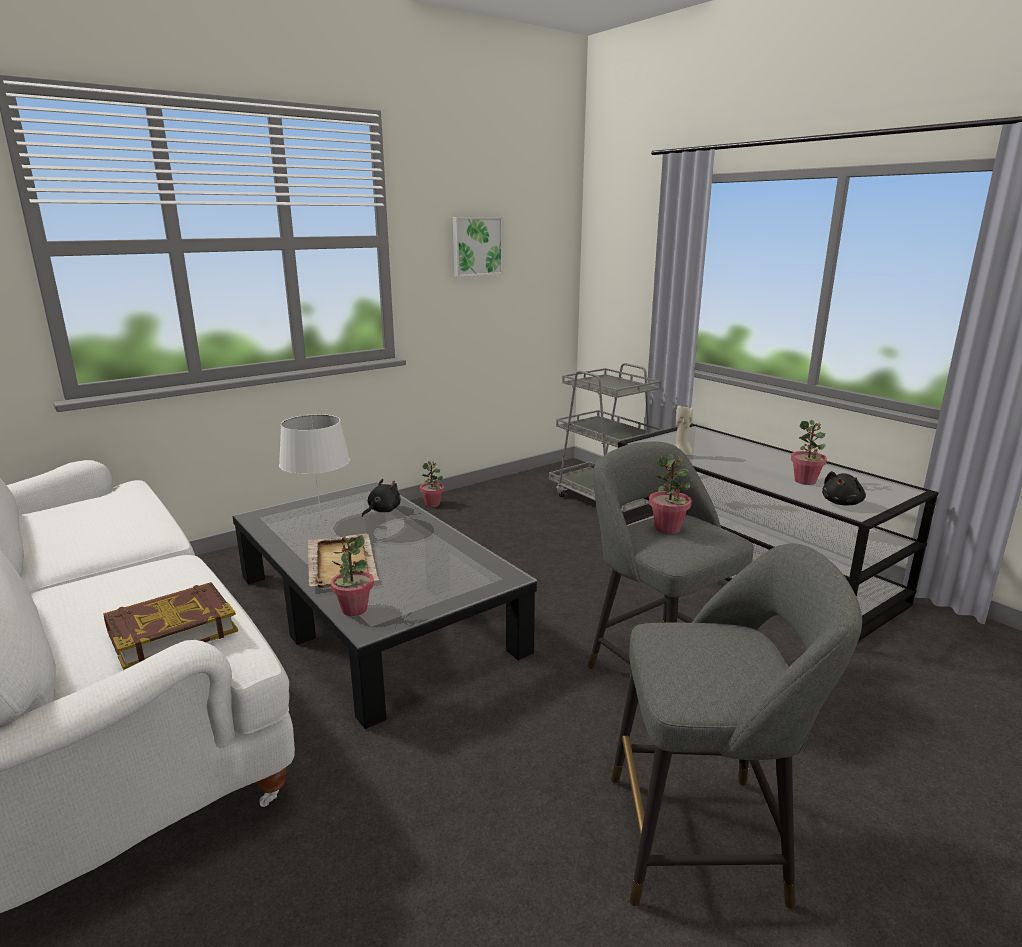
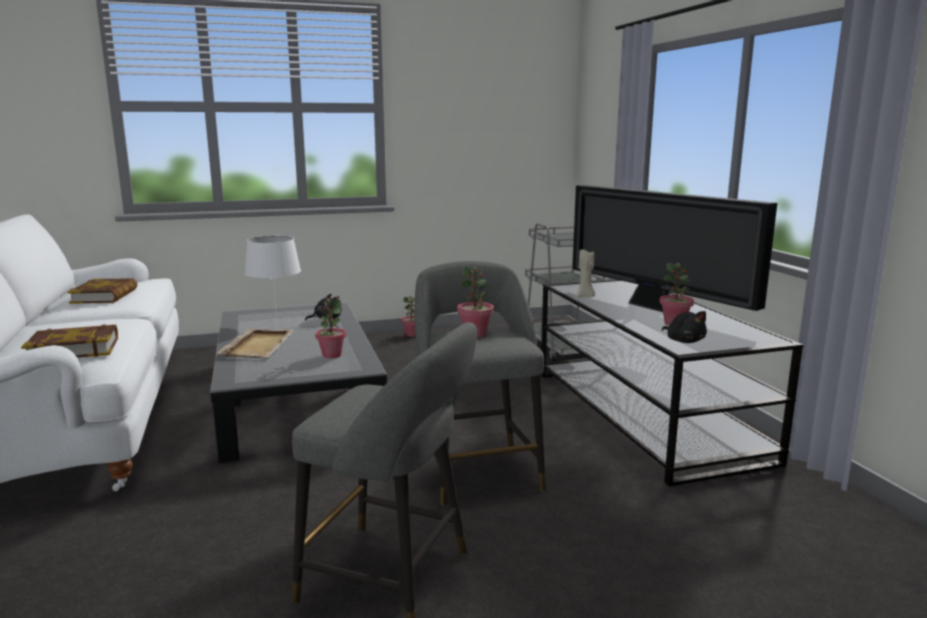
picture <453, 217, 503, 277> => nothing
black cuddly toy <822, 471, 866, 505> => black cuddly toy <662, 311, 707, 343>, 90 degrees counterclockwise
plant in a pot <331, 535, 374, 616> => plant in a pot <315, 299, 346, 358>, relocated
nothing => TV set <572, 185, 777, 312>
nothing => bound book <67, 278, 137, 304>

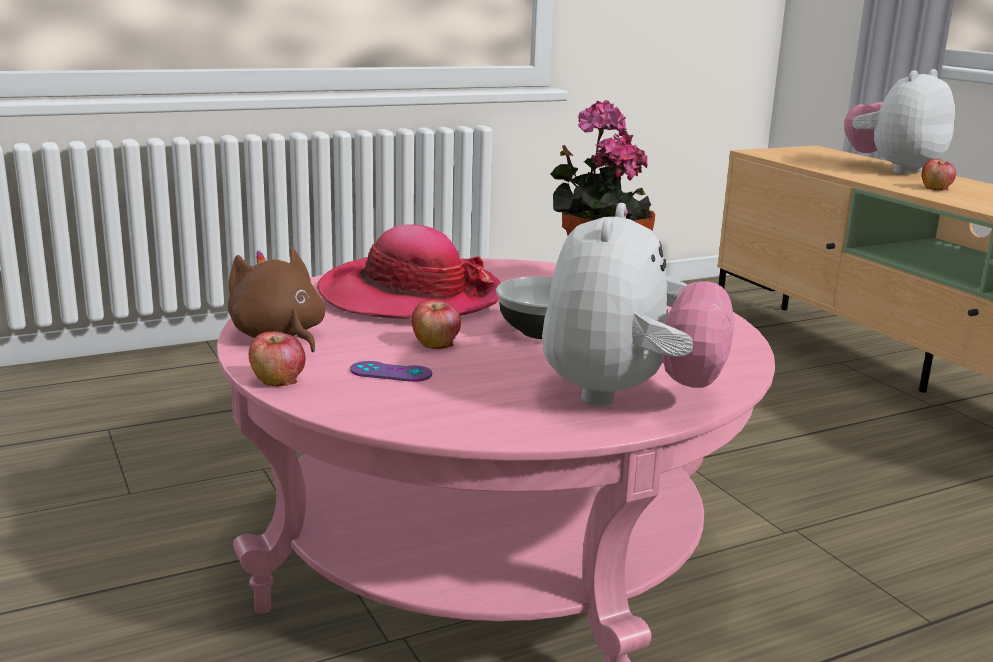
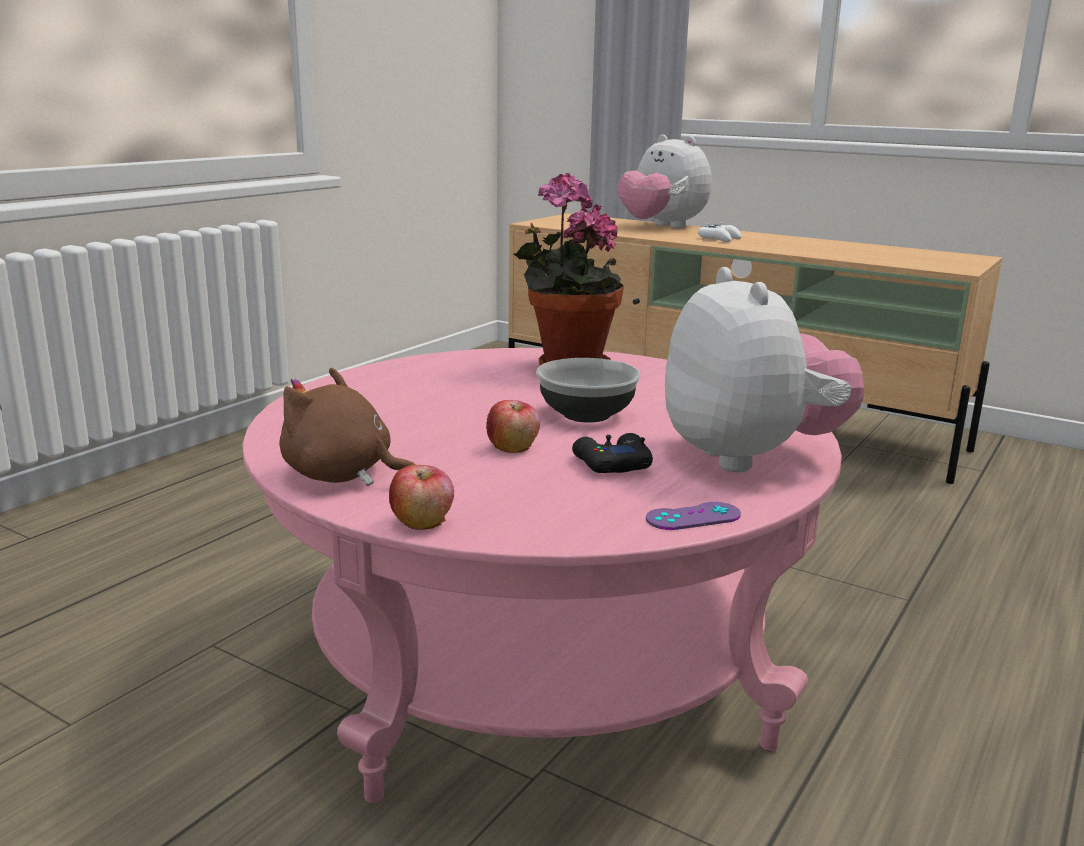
cuddly toy <844, 69, 955, 174> => cuddly toy <618, 134, 712, 228>, 60 degrees counterclockwise
apple fruit <922, 159, 956, 190> => white-coloured game controller <698, 222, 742, 242>
hat <317, 225, 501, 319> => nothing
purple-coloured game controller <350, 361, 432, 382> => purple-coloured game controller <646, 502, 741, 530>, relocated
nothing => black game controller <572, 433, 653, 473>

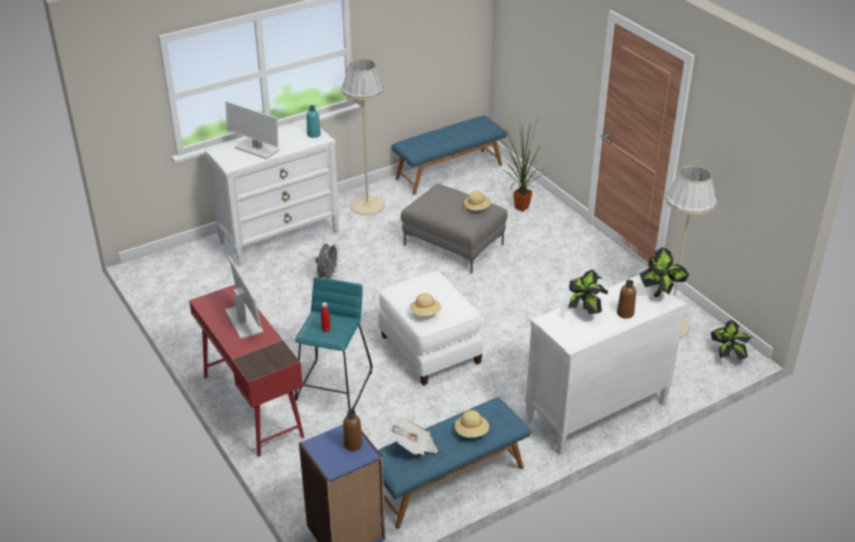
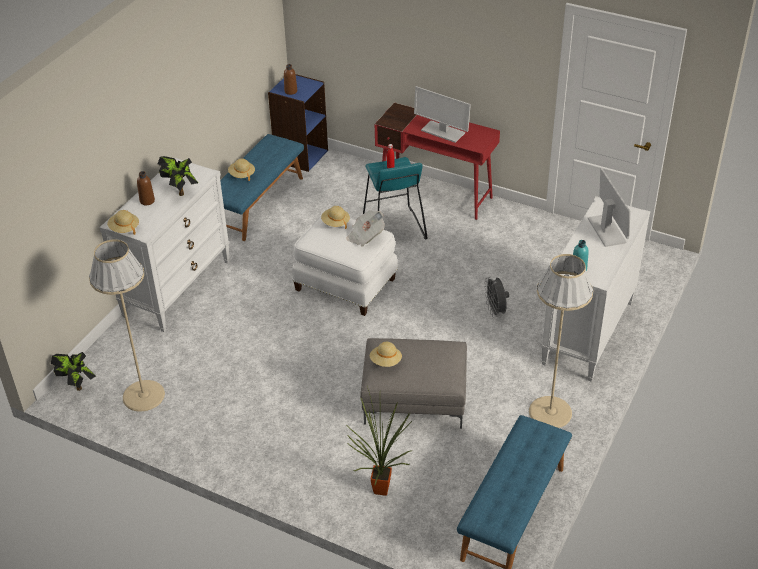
computer display <225, 101, 279, 159> => computer display <588, 168, 631, 247>, 75 degrees clockwise
plant in a pot <640, 247, 689, 297> => sand-coloured hat <107, 210, 139, 235>
newspaper <390, 419, 438, 455> => newspaper <346, 210, 385, 246>, relocated

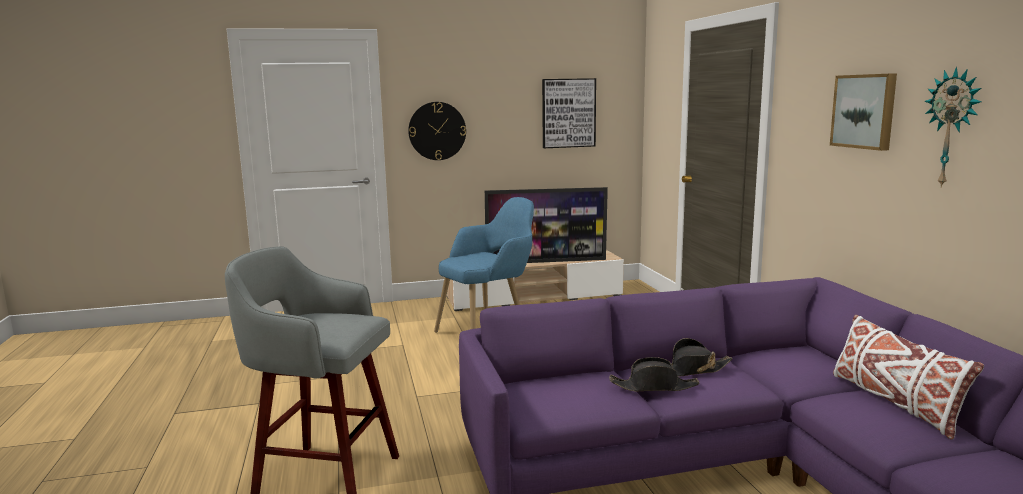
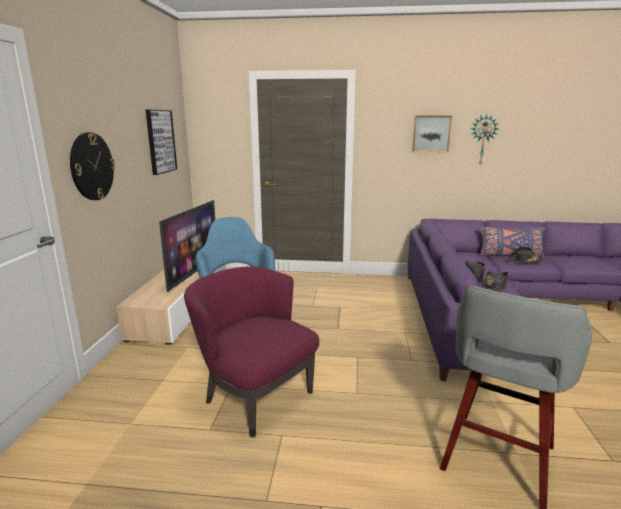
white-coloured pillow <833, 315, 984, 440> => blue pillow <480, 226, 545, 258>
nothing => black hat <503, 246, 548, 263>
nothing => purple-coloured armchair <184, 266, 319, 437>

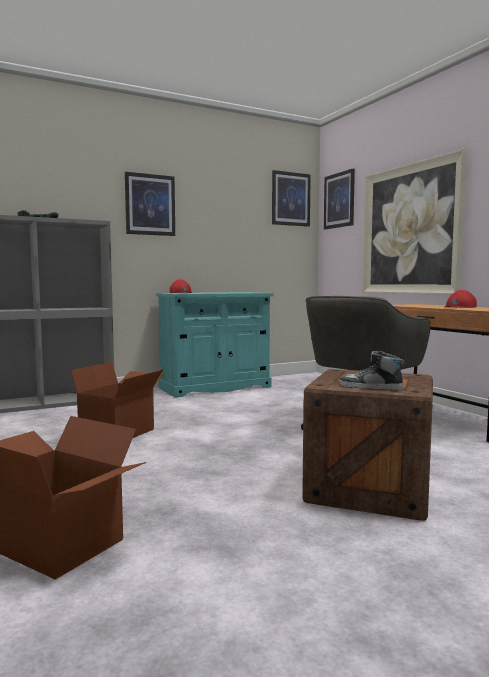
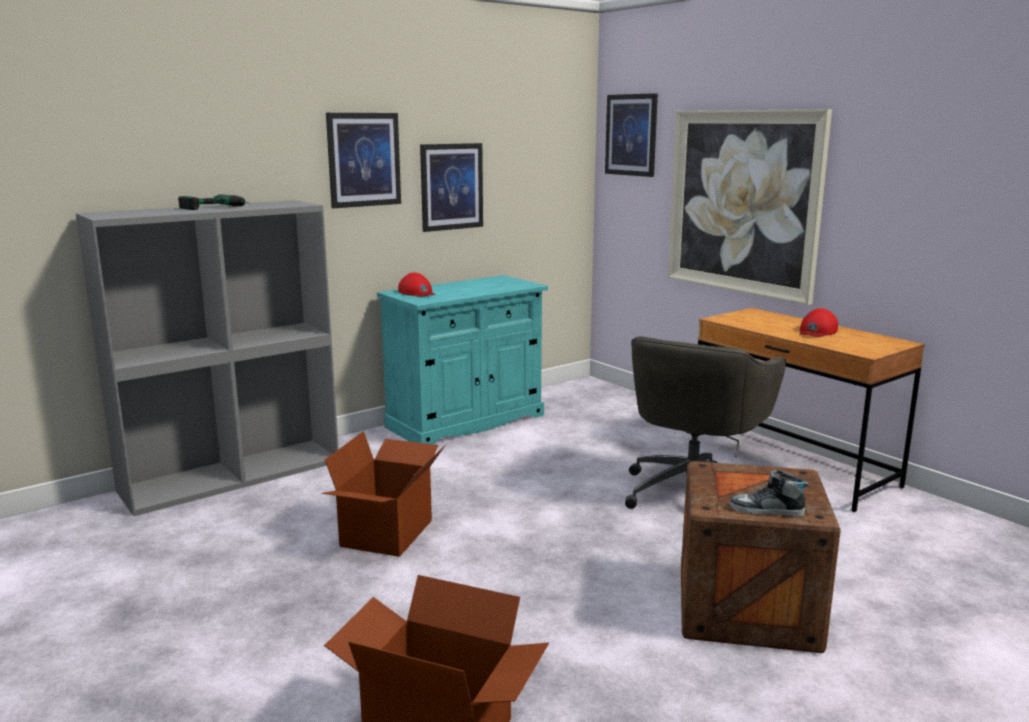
picture <272, 170, 311, 227> => picture <420, 143, 483, 232>, relocated

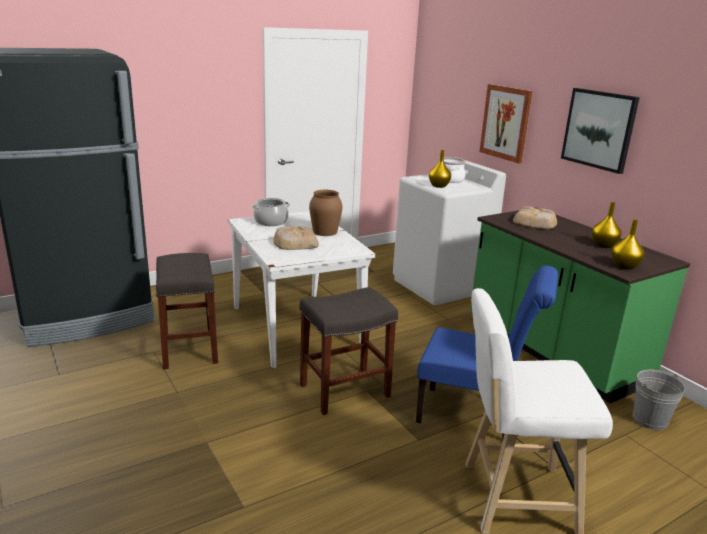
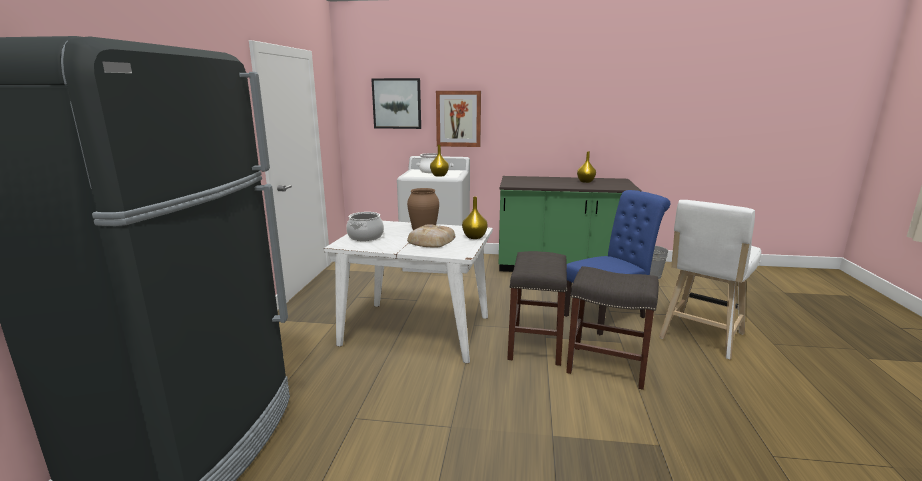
picture <561, 88, 640, 174> => picture <371, 78, 421, 129>, relocated
bakery bread <513, 206, 557, 229> => nothing
yellow decorative vase <611, 220, 644, 269> => yellow decorative vase <462, 197, 488, 239>, relocated
greyish stool <156, 253, 218, 369> => greyish stool <566, 266, 659, 390>, relocated

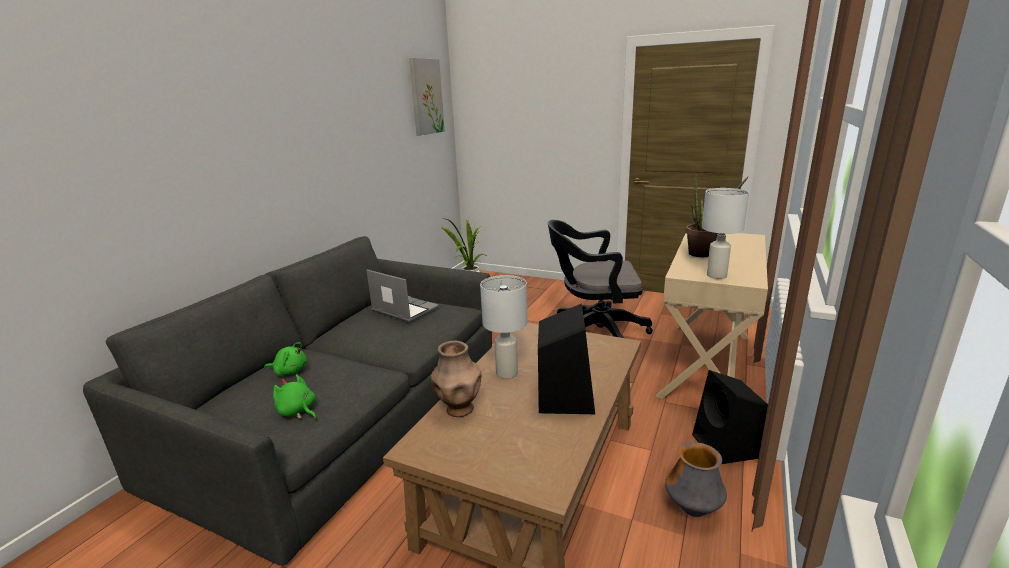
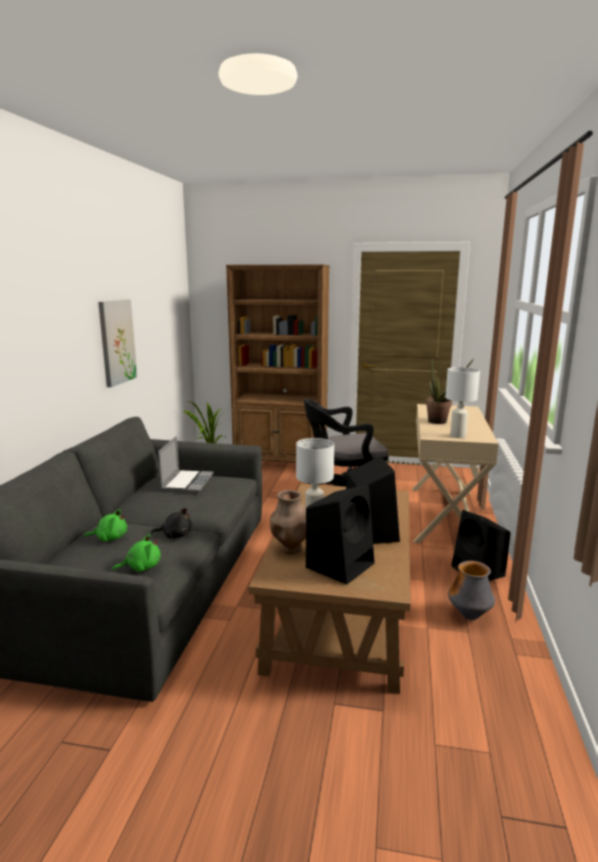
picture <409, 58, 445, 136> => picture <98, 299, 137, 387>, relocated
notebook computer <366, 270, 439, 322> => notebook computer <158, 436, 213, 493>, 75 degrees clockwise
green-coloured cuddly toy <273, 374, 316, 419> => green-coloured cuddly toy <112, 534, 161, 572>, 135 degrees clockwise
nothing => brown shelving unit <226, 265, 329, 463>
nothing => black loudspeaker <306, 484, 375, 584>
nothing => black cuddly toy <151, 508, 192, 538>

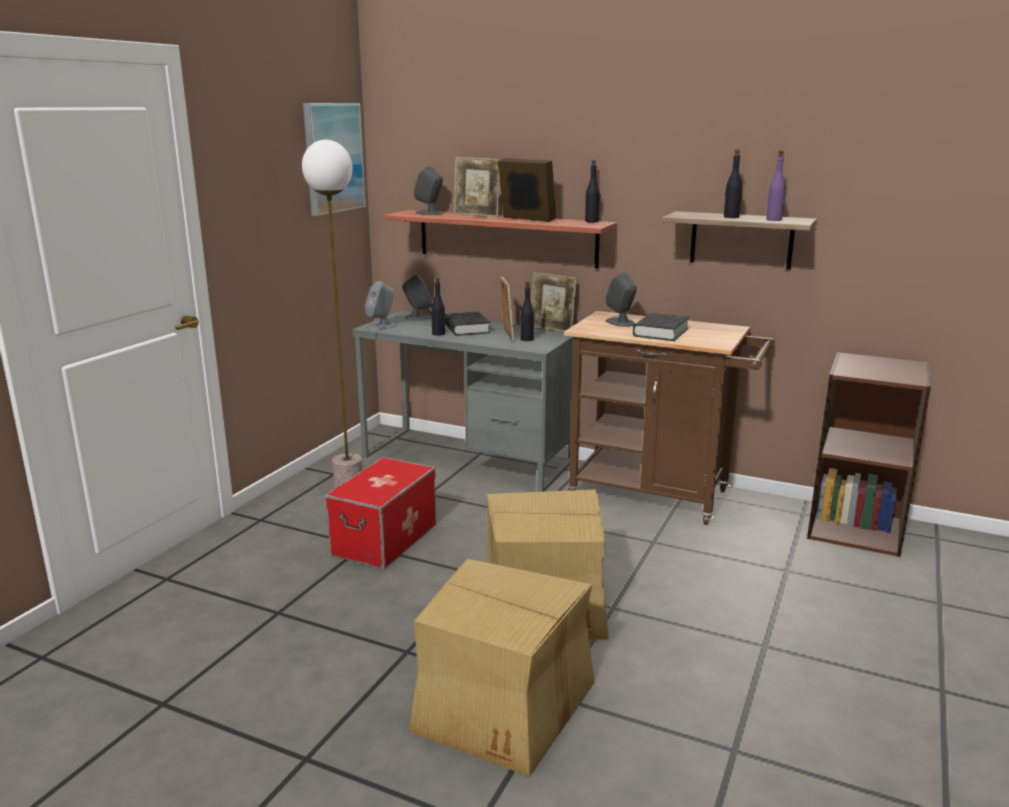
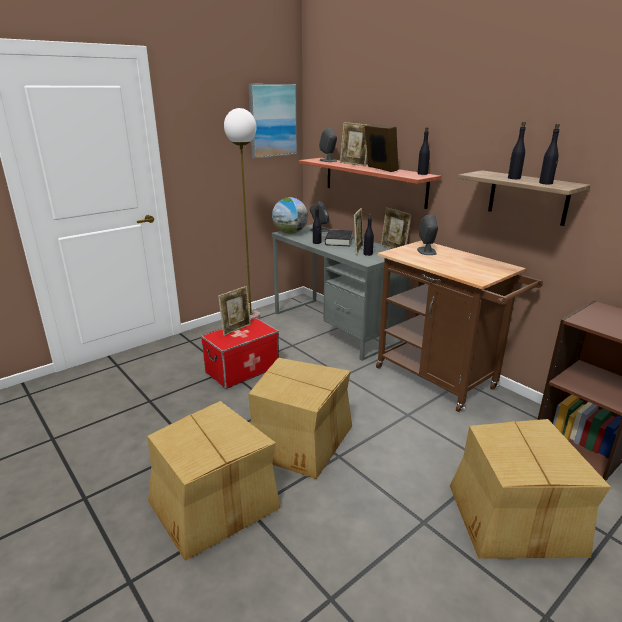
purple-coloured bottle <766, 150, 786, 221> => black bottle <539, 124, 560, 184>
greyish loudspeaker <365, 281, 396, 330> => globe <272, 197, 308, 234>
black bound book <633, 313, 689, 341> => nothing
nothing => standing frame <218, 286, 251, 336>
nothing => packing box <450, 419, 611, 559>

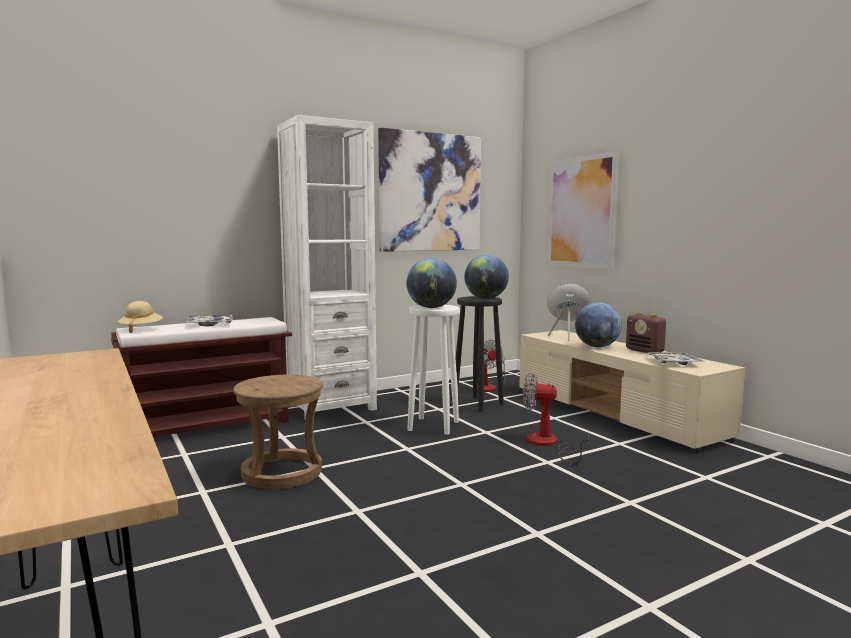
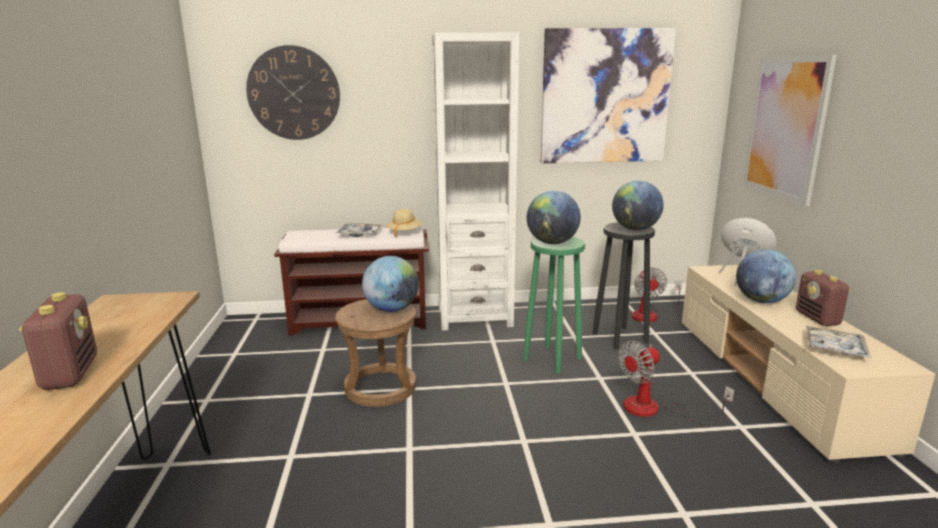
sand-coloured hat <117, 301, 163, 334> => sand-coloured hat <387, 208, 422, 237>, relocated
white-coloured stool <407, 305, 460, 435> => green-coloured stool <523, 237, 585, 374>
electric fan <523, 373, 589, 463> => electric fan <618, 341, 734, 424>, 75 degrees counterclockwise
nothing => hanging clock <246, 45, 340, 140>
nothing => globe <362, 256, 419, 312>
nothing => radio receiver <19, 292, 97, 390>

